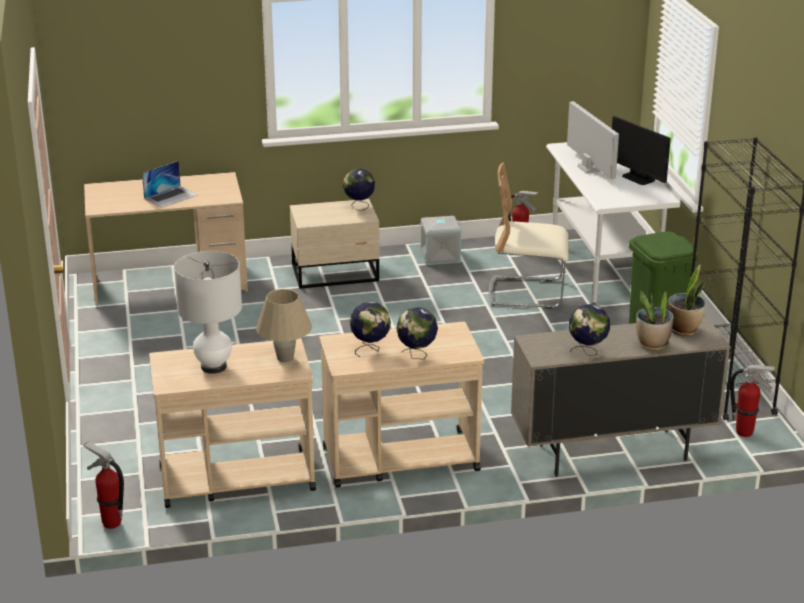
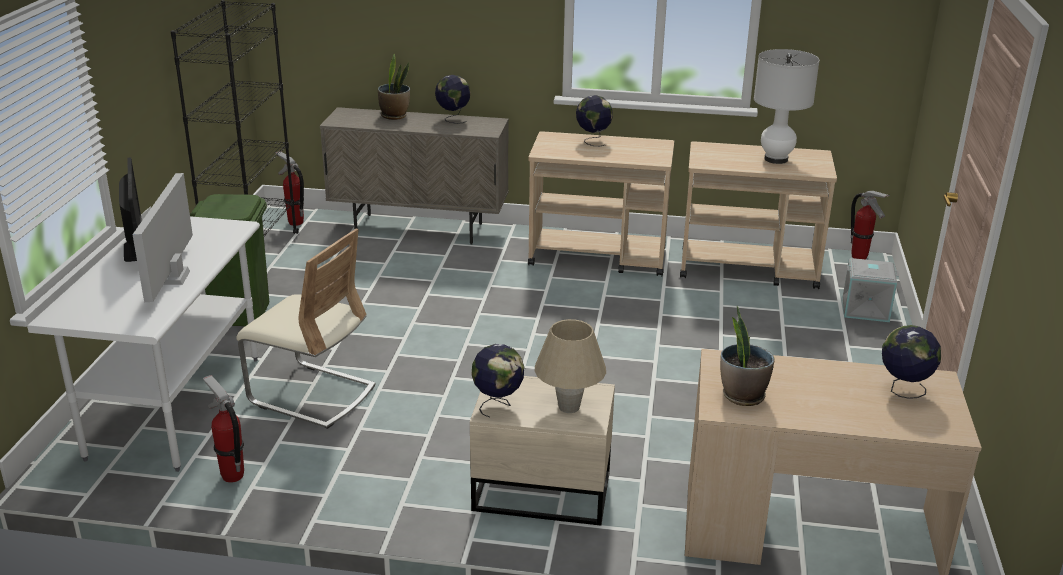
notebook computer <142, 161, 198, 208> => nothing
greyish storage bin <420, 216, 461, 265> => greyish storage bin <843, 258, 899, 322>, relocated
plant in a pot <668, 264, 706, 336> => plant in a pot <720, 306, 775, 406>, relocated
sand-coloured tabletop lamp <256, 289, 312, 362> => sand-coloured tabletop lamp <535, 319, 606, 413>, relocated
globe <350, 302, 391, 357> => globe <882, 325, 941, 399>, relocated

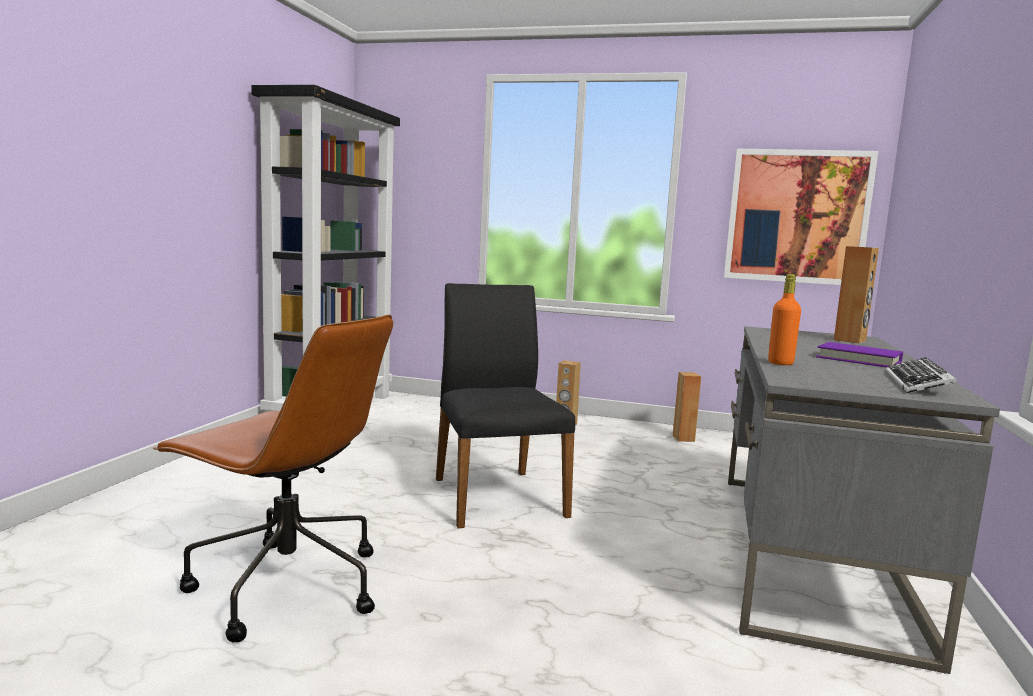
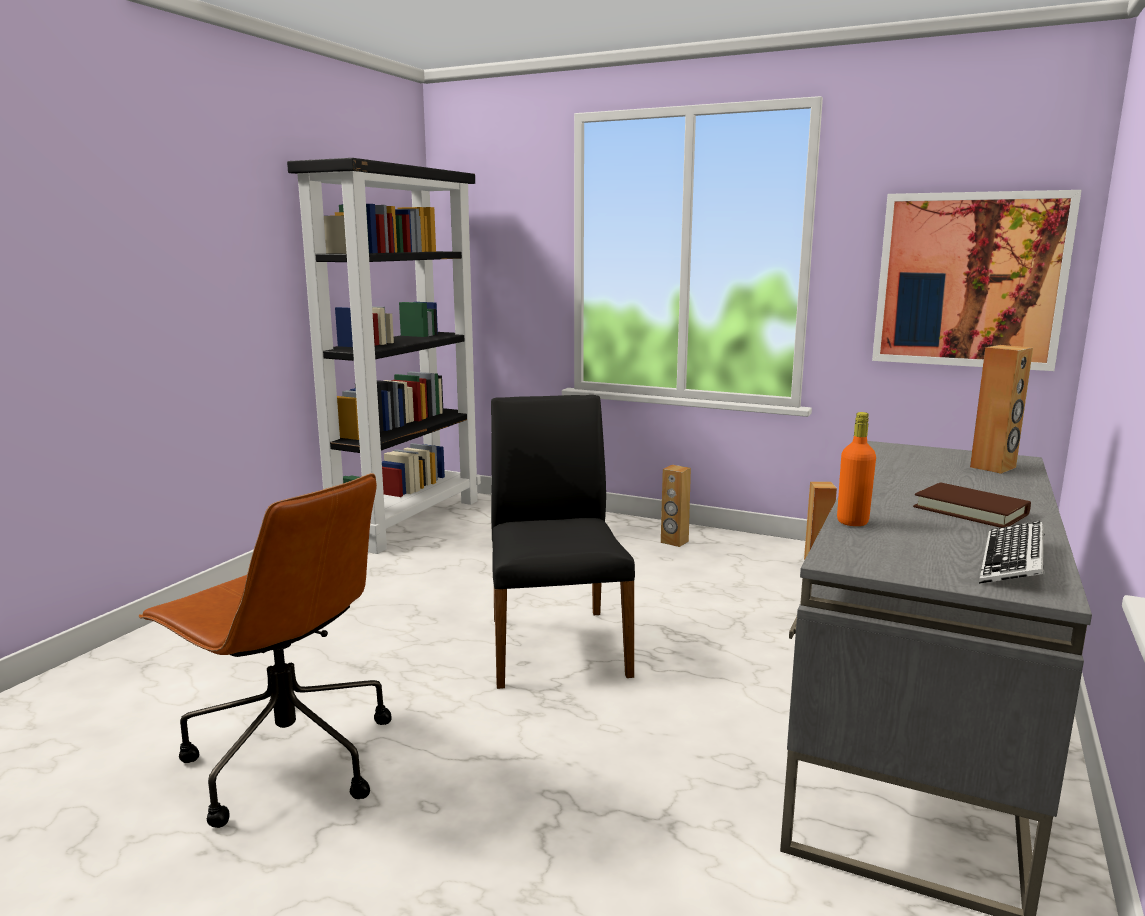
purple-coloured bound book <816, 342, 903, 367> => brown bound book <913, 483, 1031, 528>

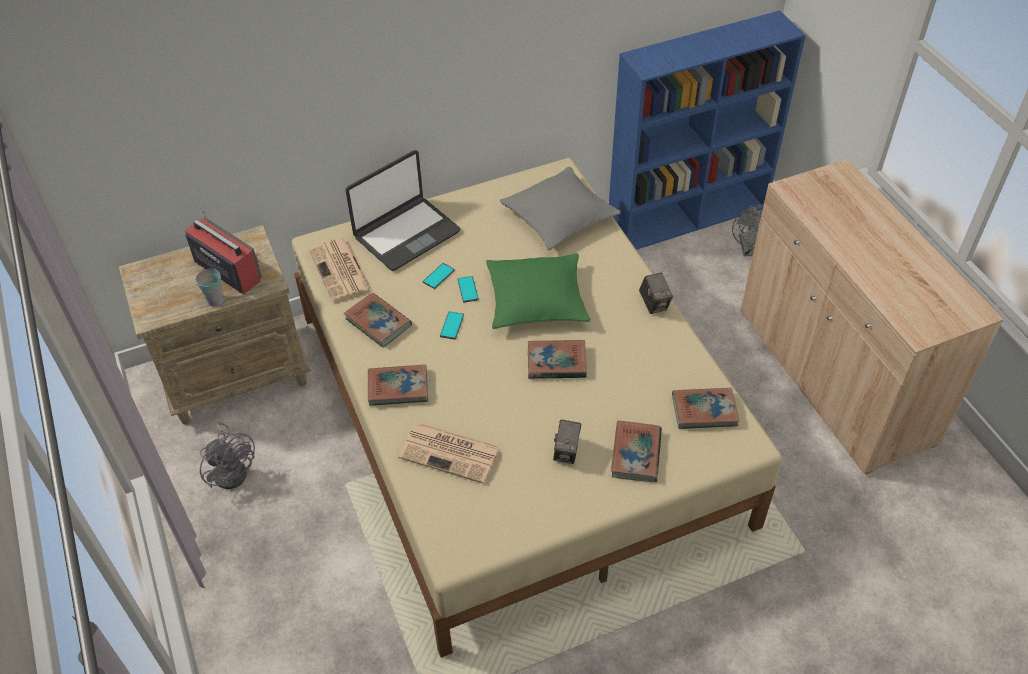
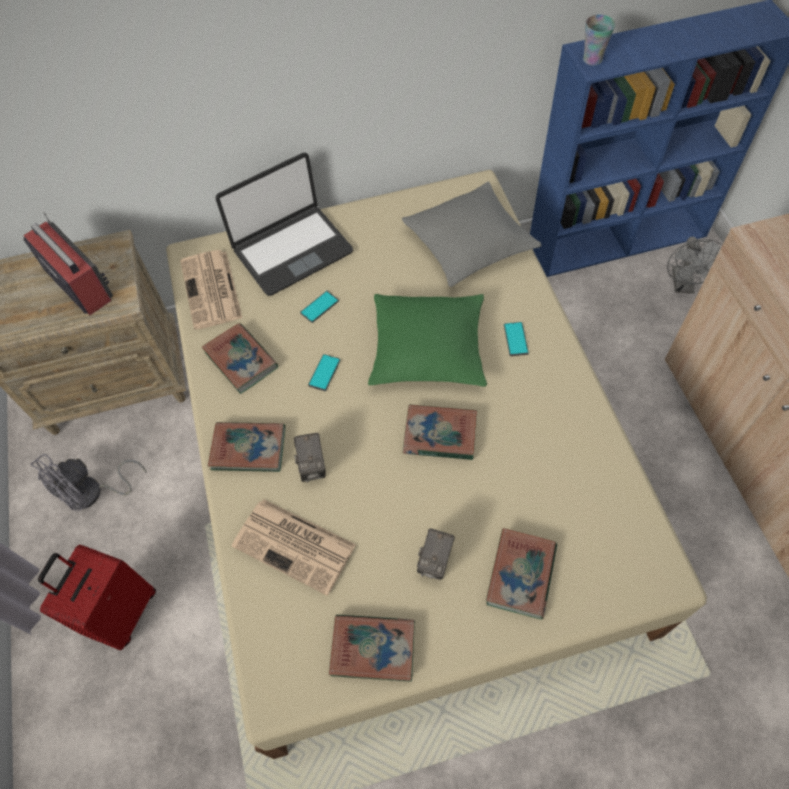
drinking cup <196, 269, 224, 307> => drinking cup <583, 15, 615, 65>, relocated
photo camera <639, 273, 673, 314> => photo camera <294, 433, 326, 482>, relocated
phone <457, 276, 479, 303> => phone <504, 322, 529, 356>, relocated
bound book <672, 388, 740, 429> => bound book <329, 615, 415, 682>, relocated
greyish electric fan <200, 422, 255, 489> => greyish electric fan <30, 454, 147, 511>, 75 degrees clockwise
nothing => red suitcase <38, 545, 156, 650>

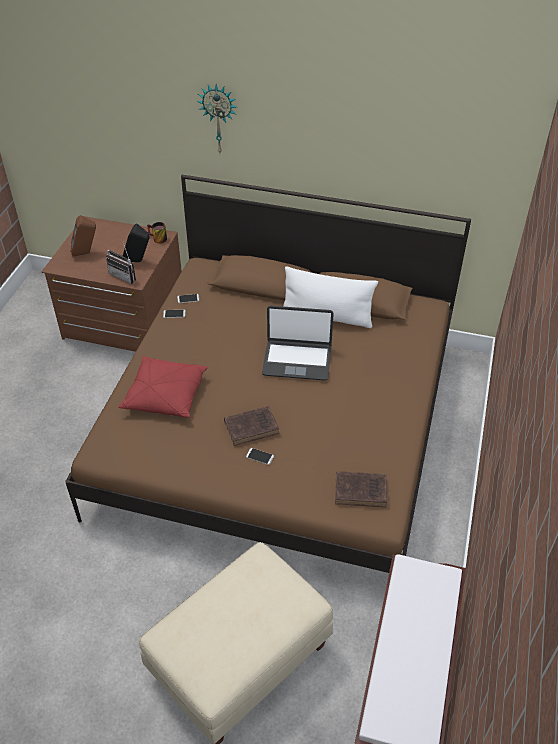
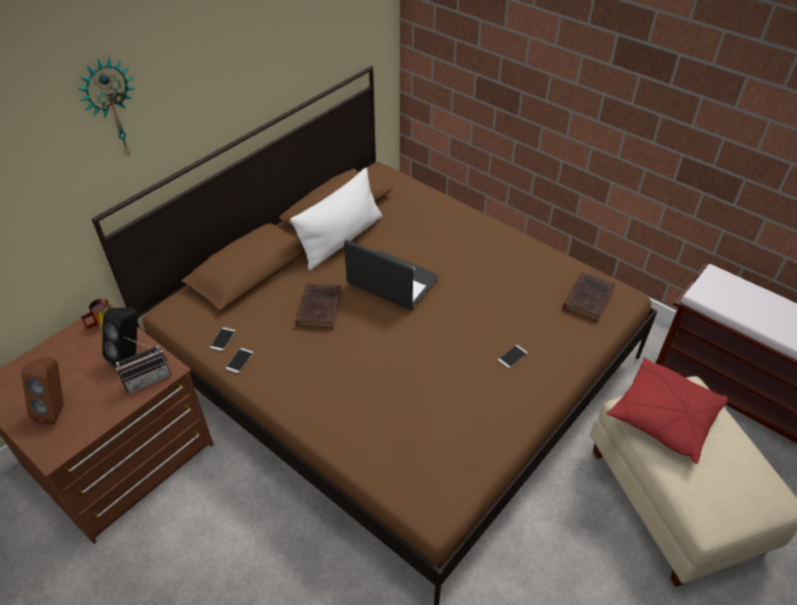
notebook computer <262, 306, 334, 381> => notebook computer <344, 240, 439, 310>, 90 degrees counterclockwise
red pillow <118, 356, 208, 418> => red pillow <607, 357, 728, 464>, relocated
brown bound book <224, 406, 279, 446> => brown bound book <296, 283, 342, 329>, relocated

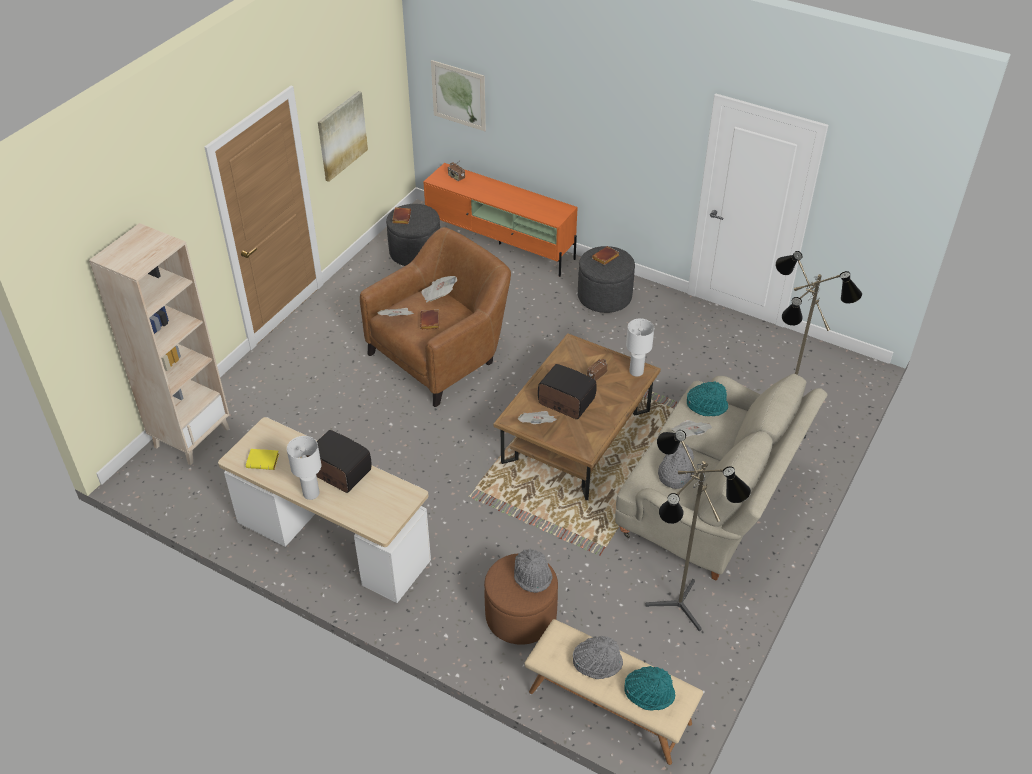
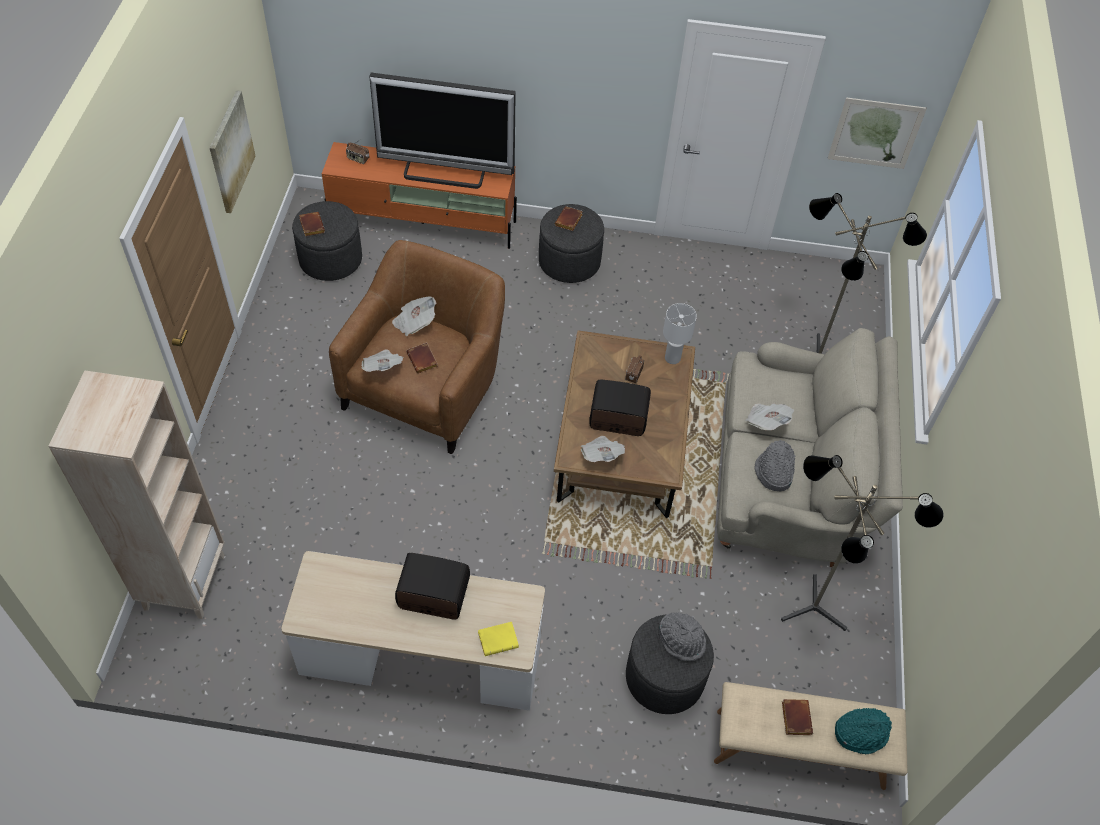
picture <431, 60, 486, 131> => picture <828, 97, 927, 169>, relocated
turquoise hat <687, 381, 728, 416> => nothing
white-coloured tabletop lamp <287, 436, 321, 500> => nothing
yellow bound book <246, 449, 279, 470> => yellow bound book <478, 622, 519, 656>, relocated
brown ottoman <484, 553, 558, 645> => greyish ottoman <626, 614, 714, 714>
greyish hat <573, 636, 623, 679> => brown bound book <782, 699, 813, 735>
nothing => TV set <369, 73, 516, 189>

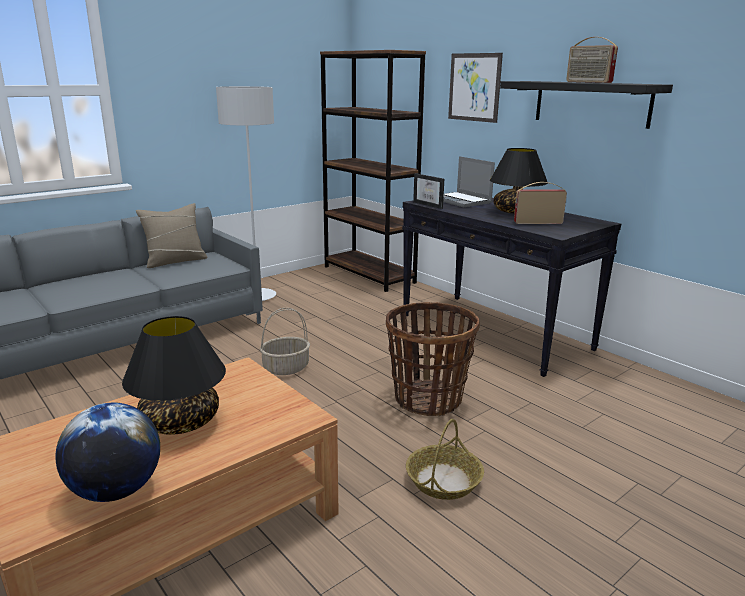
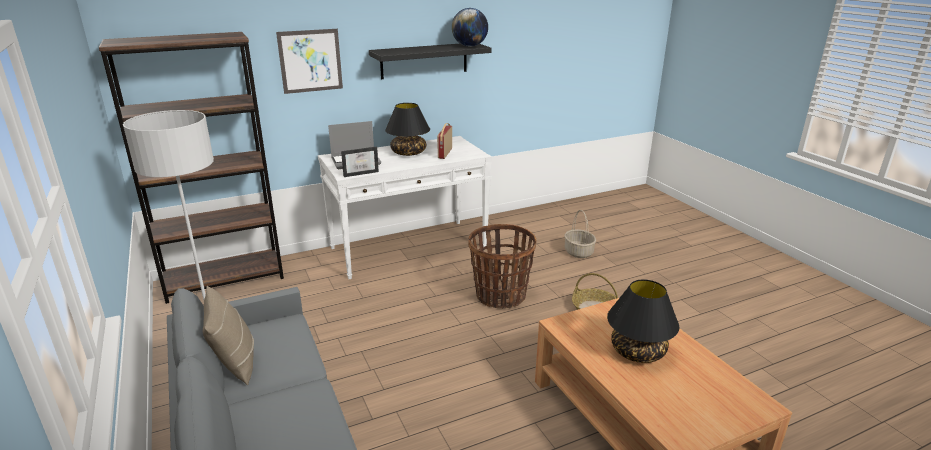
radio receiver <566, 37, 618, 83> => nothing
black narrow table <402, 198, 621, 377> => white-coloured narrow table <318, 136, 492, 279>
basket <260, 308, 310, 375> => basket <564, 210, 596, 258>, relocated
globe <56, 403, 160, 502> => globe <452, 8, 488, 47>, relocated

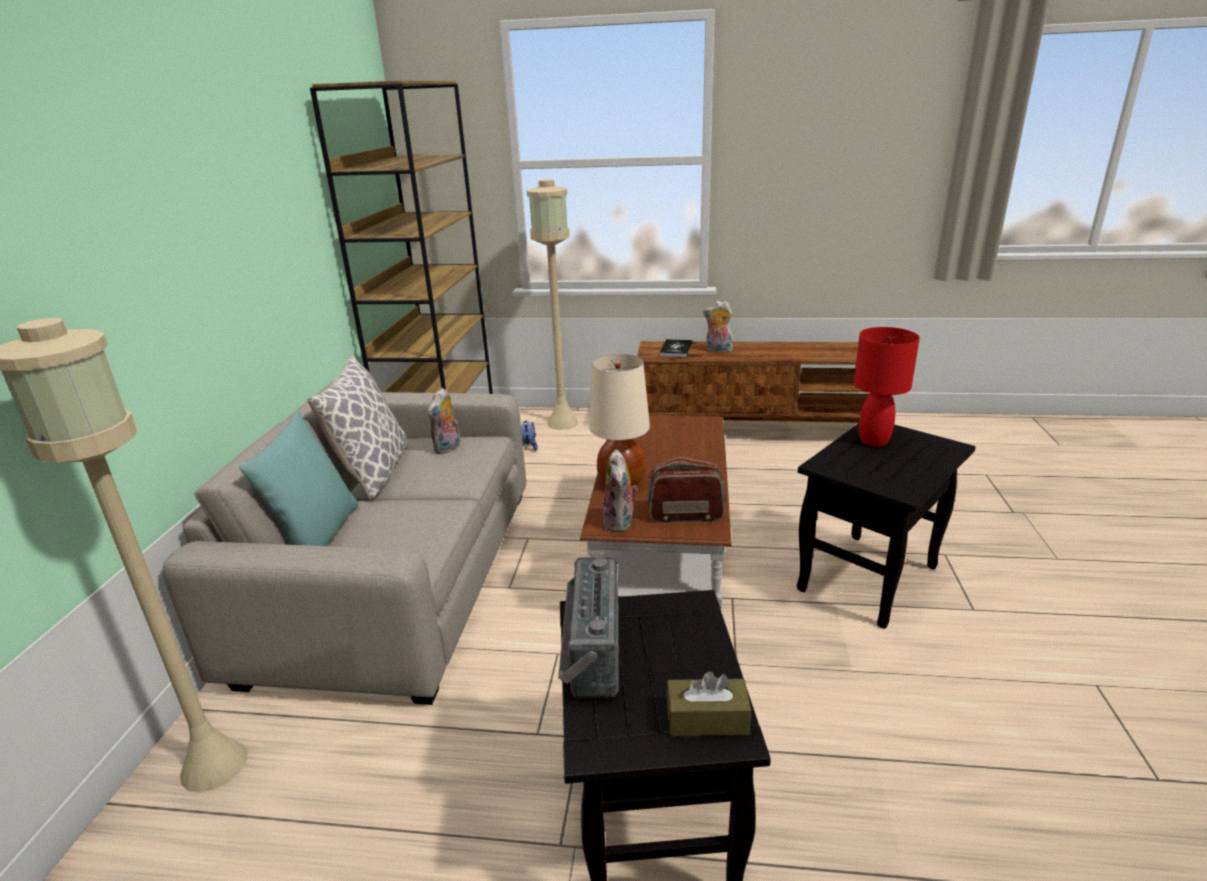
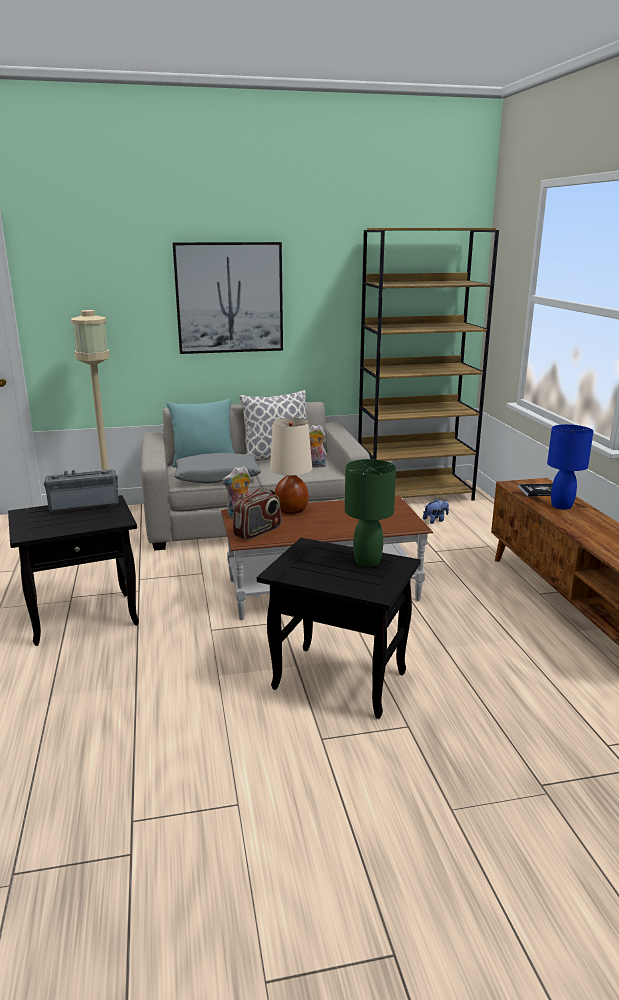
sand-coloured floor lamp <527, 179, 578, 430> => nothing
cuddly toy <703, 301, 733, 353> => blue tabletop lamp <547, 424, 594, 510>
red tabletop lamp <854, 327, 920, 446> => green-coloured tabletop lamp <345, 459, 396, 567>
radio receiver <647, 457, 725, 523> => radio receiver <233, 488, 281, 540>, 60 degrees clockwise
brown tissue box <666, 671, 751, 736> => nothing
nothing => picture <173, 242, 283, 354>
nothing => greyish pillow <174, 453, 261, 484>

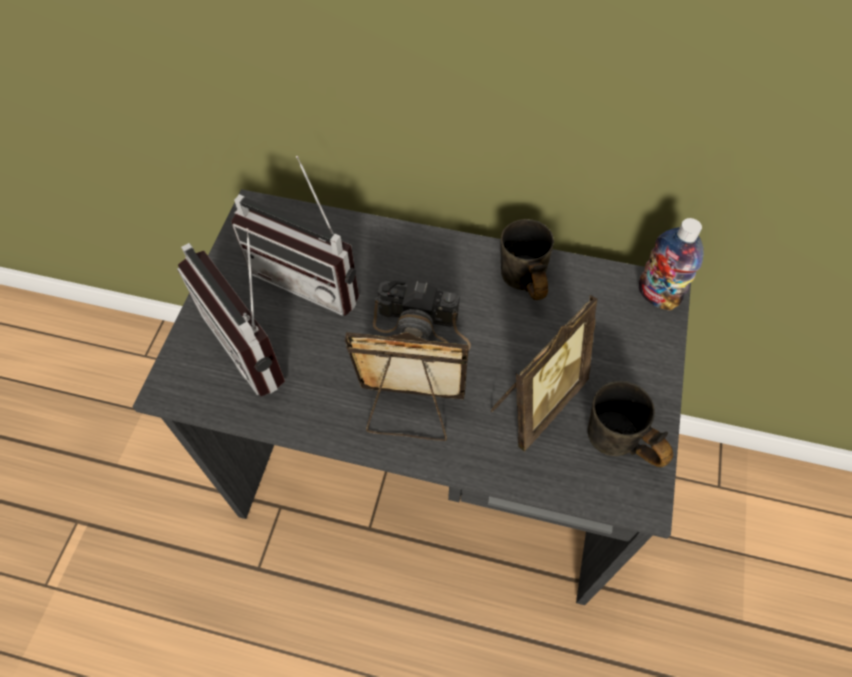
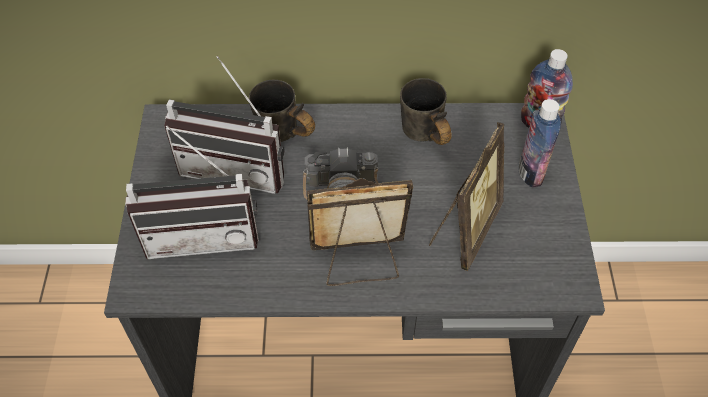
radio receiver <177, 228, 285, 396> => radio receiver <125, 126, 259, 259>, 45 degrees counterclockwise
greyish mug <588, 381, 673, 467> => greyish mug <249, 80, 315, 142>, relocated
nothing => bottle <518, 99, 561, 187>

